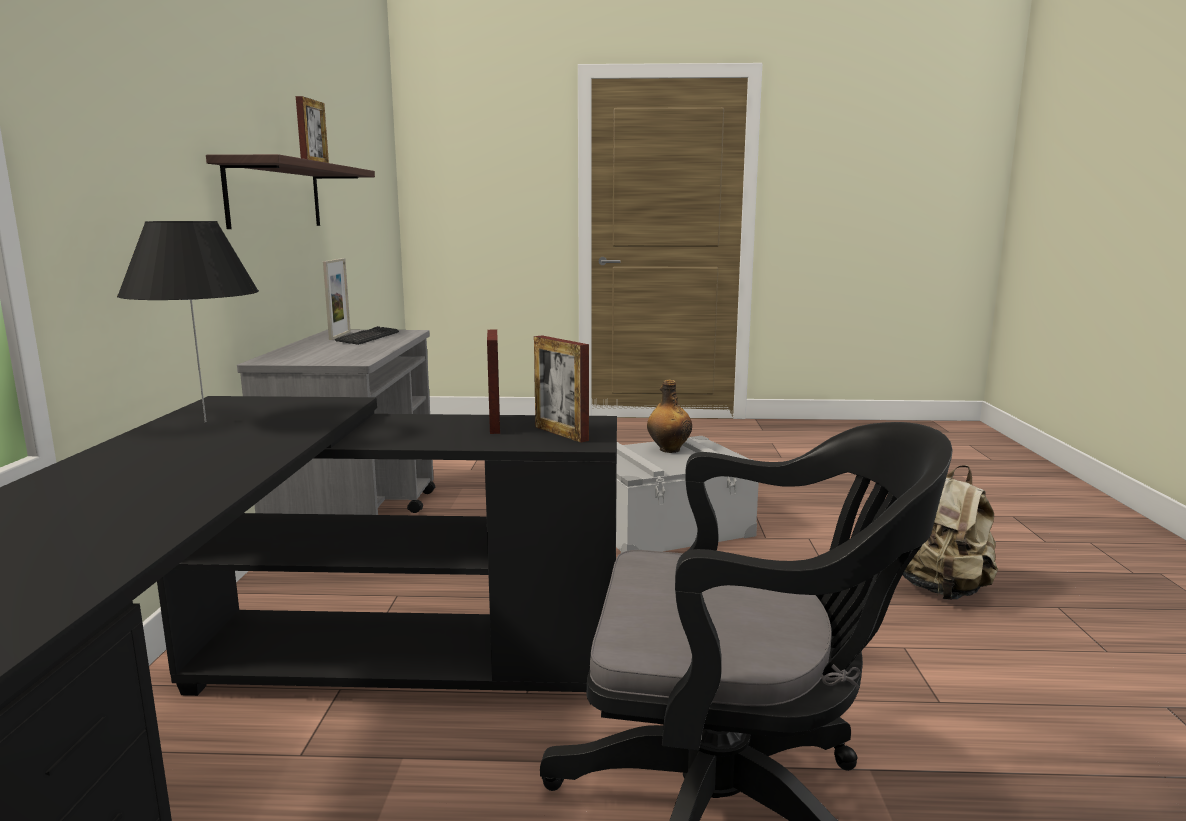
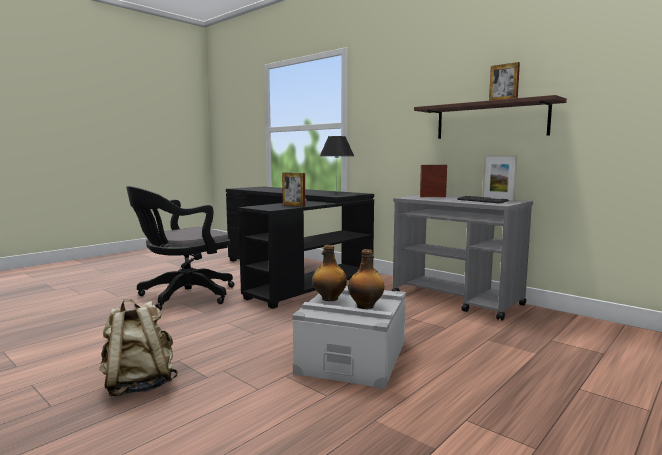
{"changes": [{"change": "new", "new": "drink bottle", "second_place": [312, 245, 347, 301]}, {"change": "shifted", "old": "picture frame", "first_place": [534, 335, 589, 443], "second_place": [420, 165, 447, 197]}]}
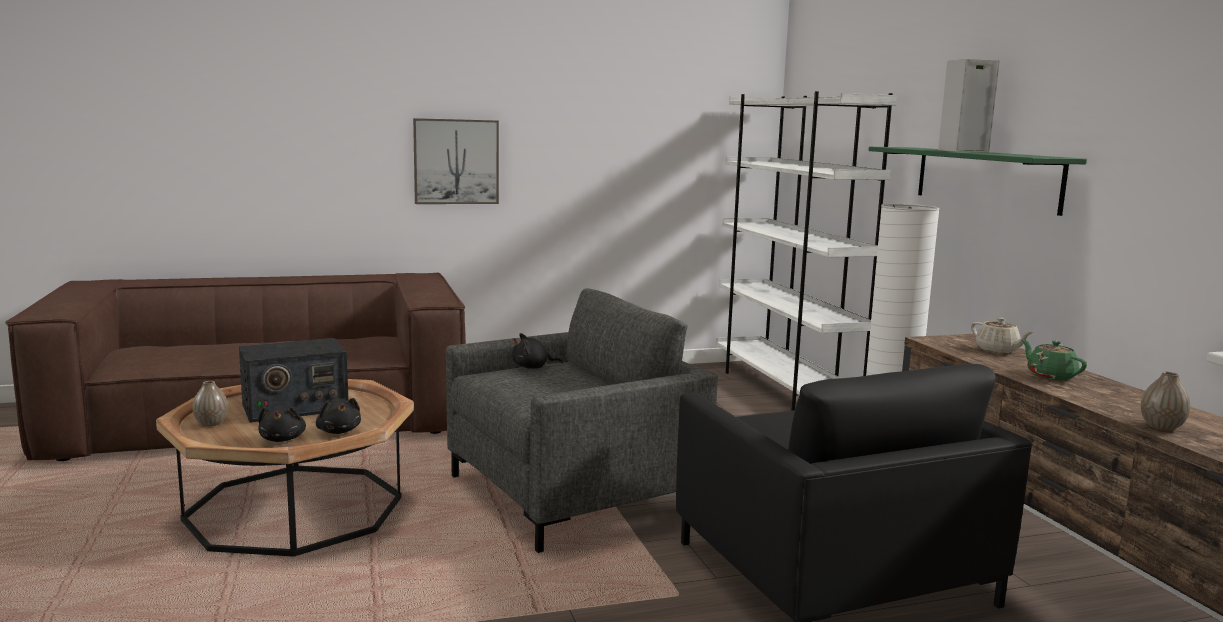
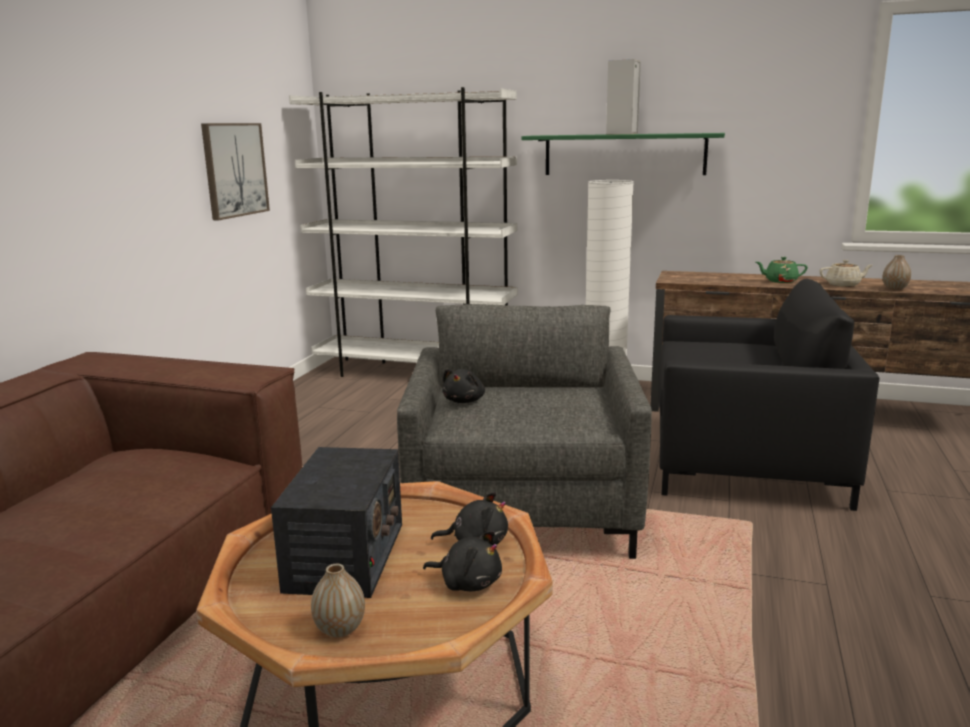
{"changes": [{"change": "shifted", "old": "picture", "first_place": [413, 118, 499, 204], "second_place": [201, 123, 270, 220]}, {"change": "shifted", "old": "pot for tea/beige", "first_place": [971, 317, 1034, 353], "second_place": [820, 260, 873, 287]}]}
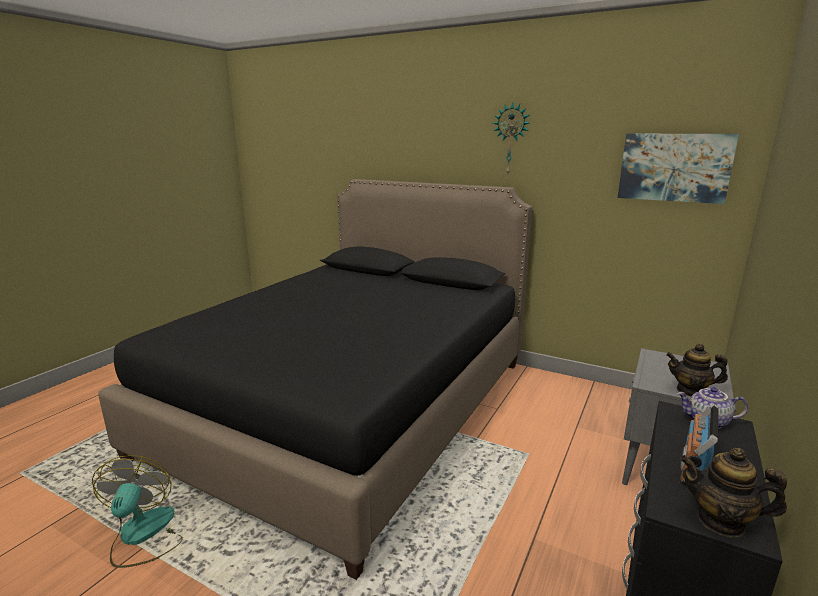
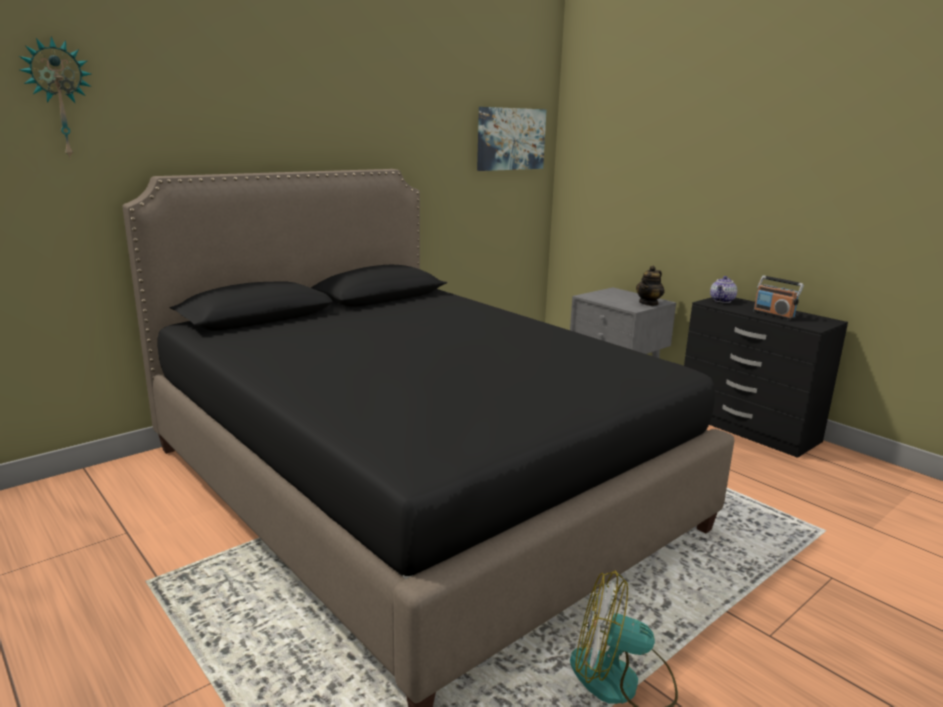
{"changes": [{"change": "gone", "old": "pot for tea", "first_place": [680, 448, 787, 537]}, {"change": "shifted", "old": "hanging clock", "first_place": [493, 102, 529, 173], "second_place": [19, 36, 91, 160]}]}
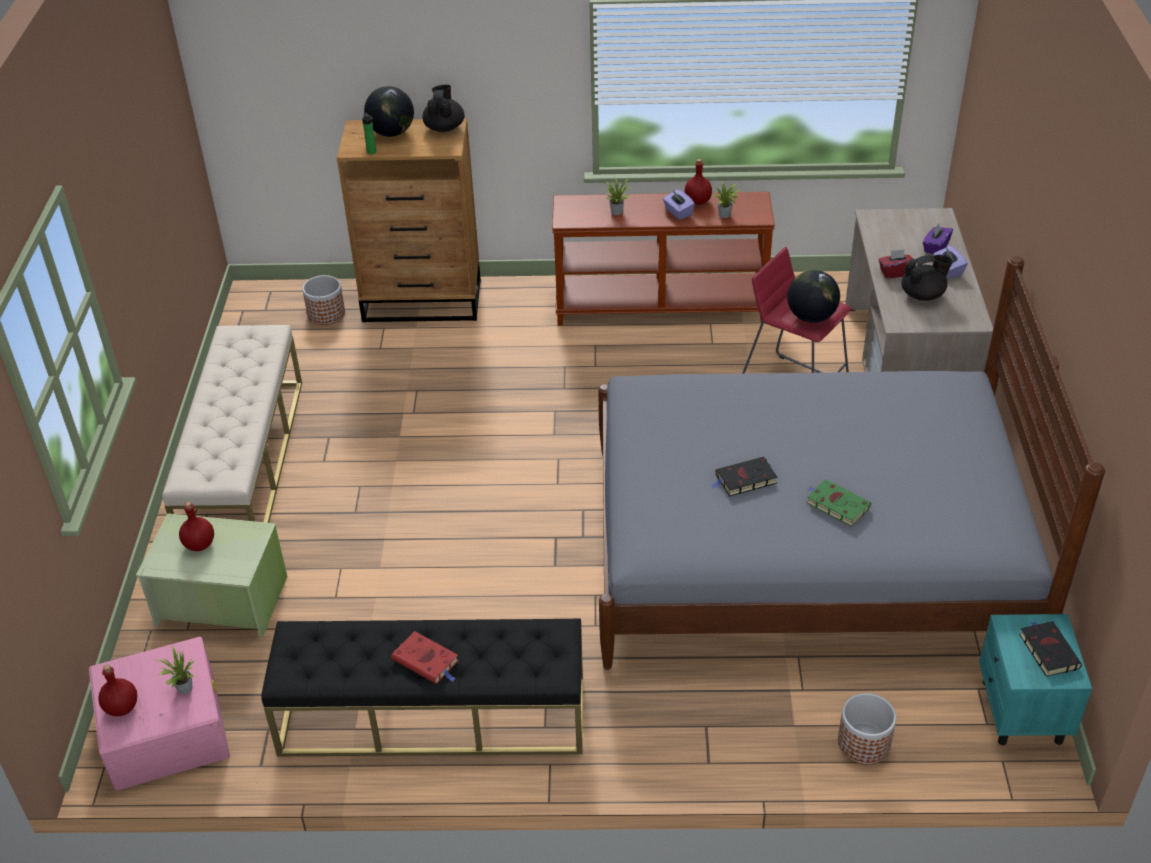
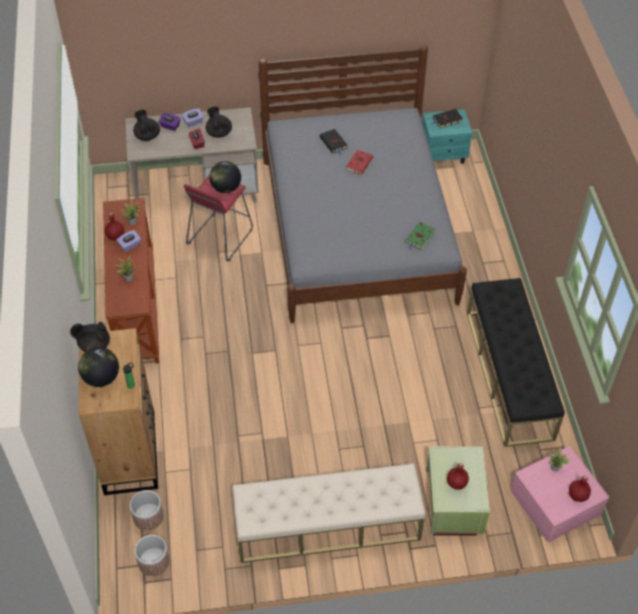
{"changes": [{"change": "new", "new": "pot for tea/black-coloured", "second_place": [133, 110, 160, 141]}, {"change": "shifted", "old": "book/red-coloured", "first_place": [391, 631, 459, 684], "second_place": [346, 150, 373, 175]}, {"change": "shifted", "old": "book/black-coloured", "first_place": [711, 457, 778, 496], "second_place": [319, 129, 347, 155]}, {"change": "shifted", "old": "book/green-coloured", "first_place": [807, 479, 871, 527], "second_place": [405, 222, 435, 250]}, {"change": "shifted", "old": "flower pot", "first_place": [838, 693, 896, 765], "second_place": [135, 535, 169, 576]}]}
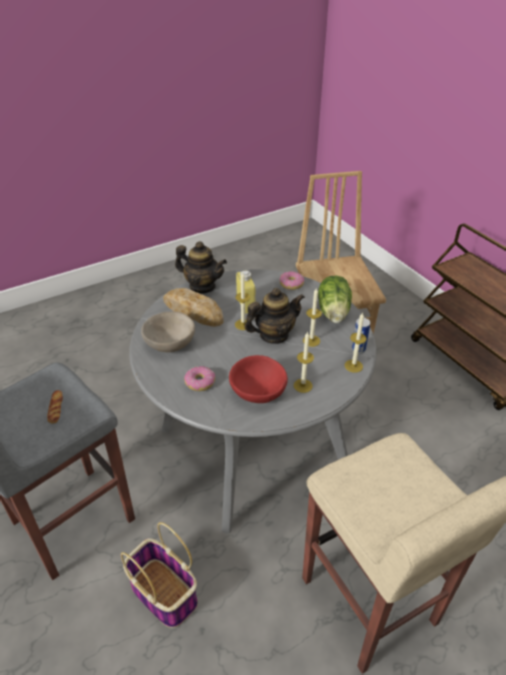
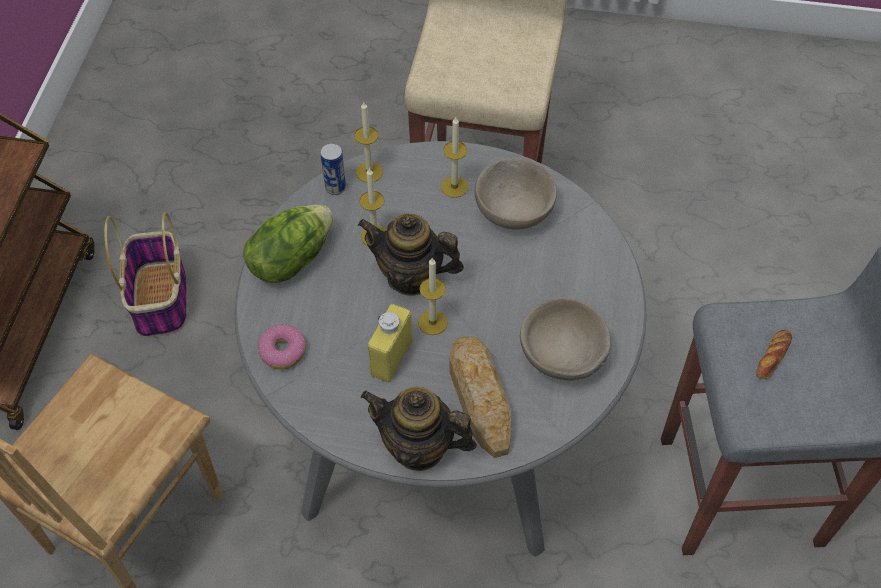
{"changes": [{"change": "gone", "old": "donut", "first_place": [184, 366, 215, 391]}, {"change": "shifted", "old": "household basket", "first_place": [121, 522, 198, 628], "second_place": [104, 212, 187, 338]}, {"change": "repainted", "old": "bowl/red-coloured", "new": "bowl/beige", "first_place": [229, 355, 288, 403], "second_place": [475, 158, 557, 230]}, {"change": "rotated", "old": "pot for tea", "first_place": [175, 241, 227, 293], "second_place": [361, 387, 477, 471], "degrees": -45}]}
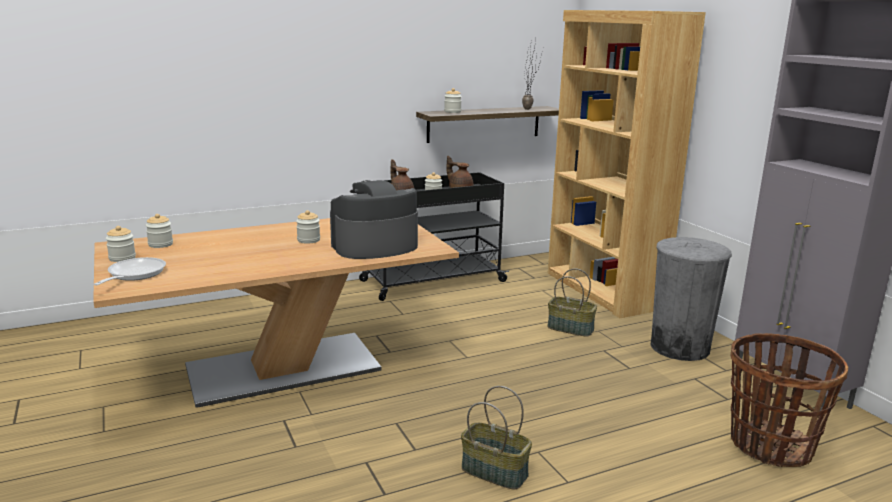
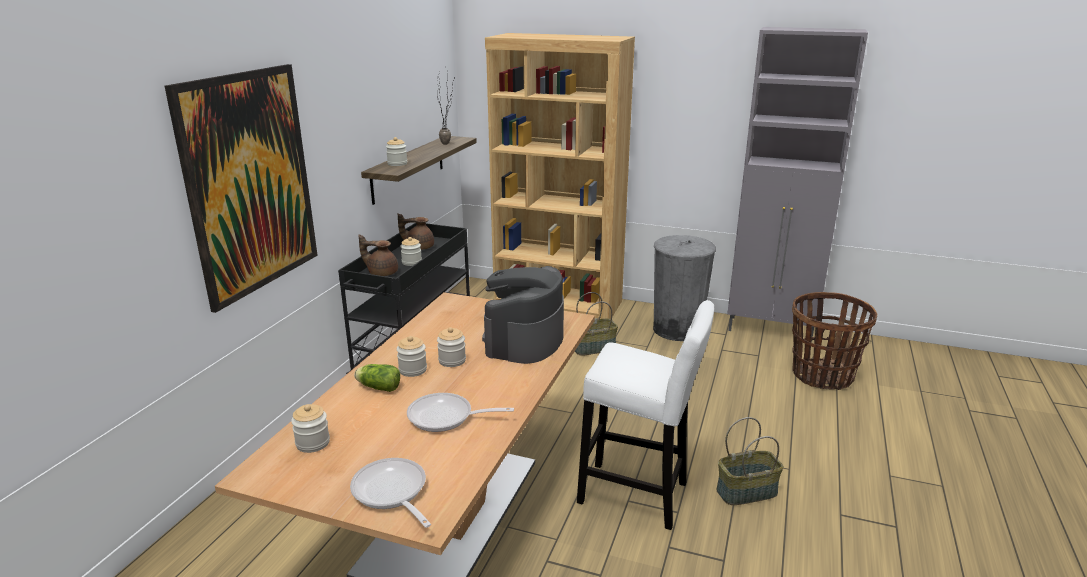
{"changes": [{"change": "new", "new": "picture", "second_place": [165, 64, 318, 313]}, {"change": "new", "new": "lettuce head", "second_place": [354, 364, 400, 392]}, {"change": "new", "new": "pan", "second_place": [407, 393, 514, 432]}, {"change": "new", "new": "sitting stool/white", "second_place": [577, 300, 714, 530]}, {"change": "shifted", "old": "preserve jar", "first_place": [106, 226, 136, 262], "second_place": [397, 336, 427, 377]}]}
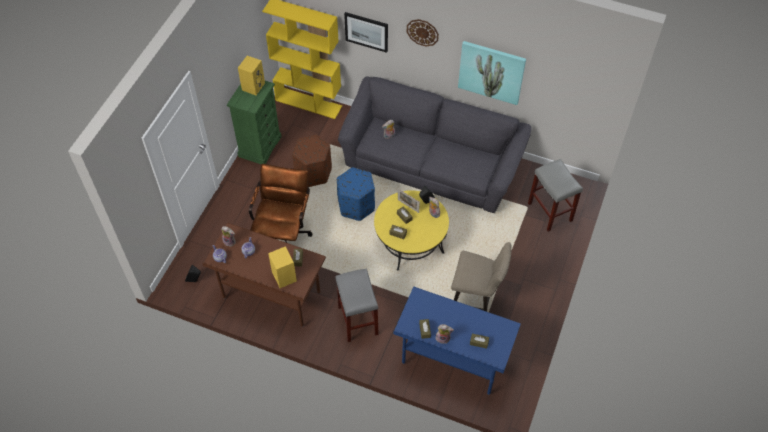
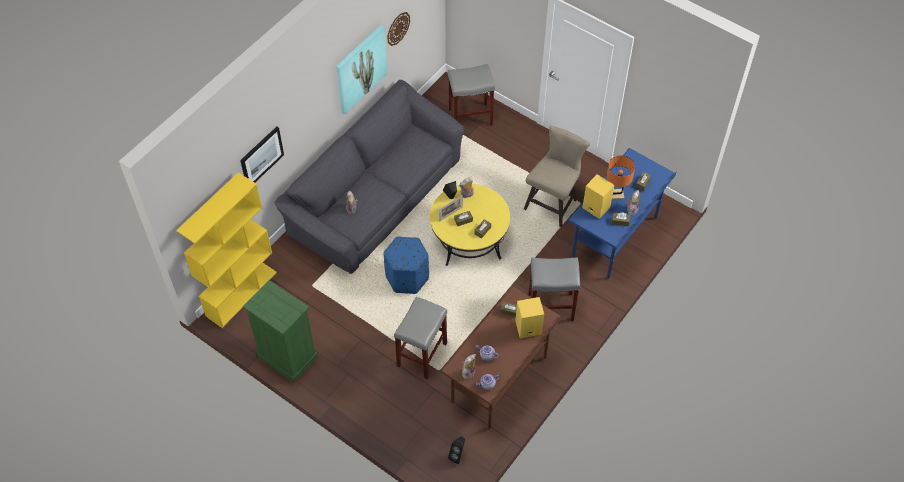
{"changes": [{"change": "gone", "old": "ottoman/brown-coloured", "first_place": [292, 135, 332, 187]}, {"change": "new", "new": "tabletop lamp/orange", "second_place": [607, 156, 635, 200]}, {"change": "shifted", "old": "loudspeaker/yellow", "first_place": [238, 56, 265, 95], "second_place": [582, 174, 614, 219]}, {"change": "shifted", "old": "hanging clock", "first_place": [407, 19, 439, 46], "second_place": [387, 12, 410, 46]}, {"change": "swapped", "old": "computer chair/brown-coloured", "new": "sitting stool/gray", "first_place": [249, 164, 313, 243], "second_place": [394, 297, 447, 379]}]}
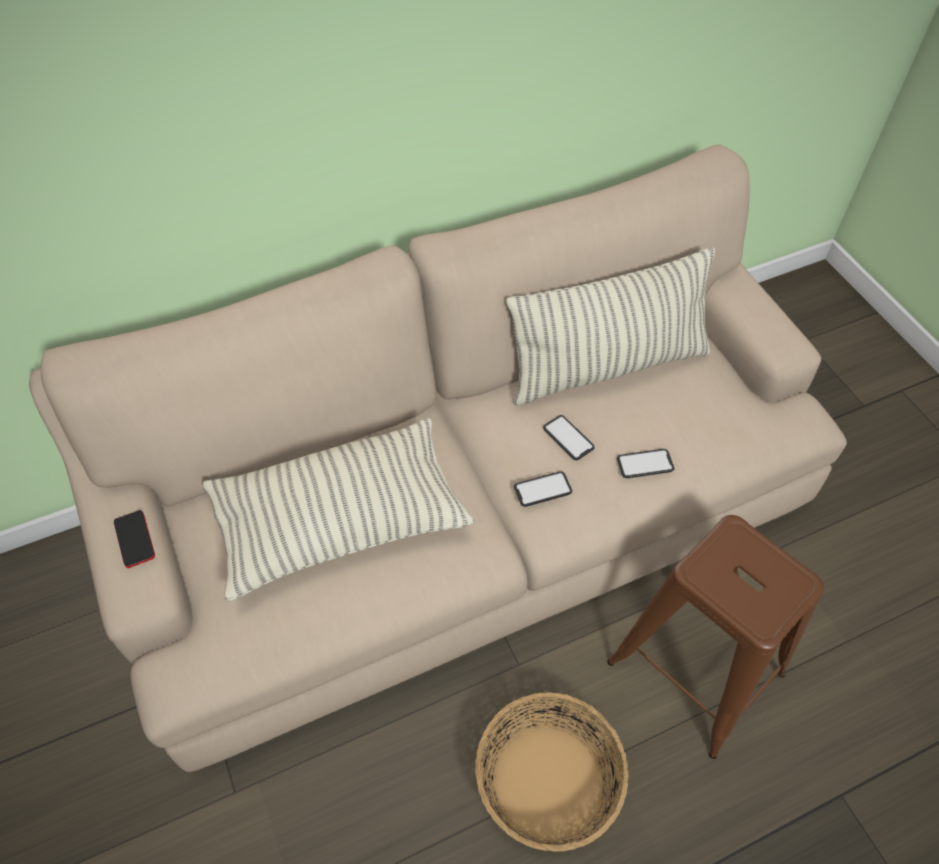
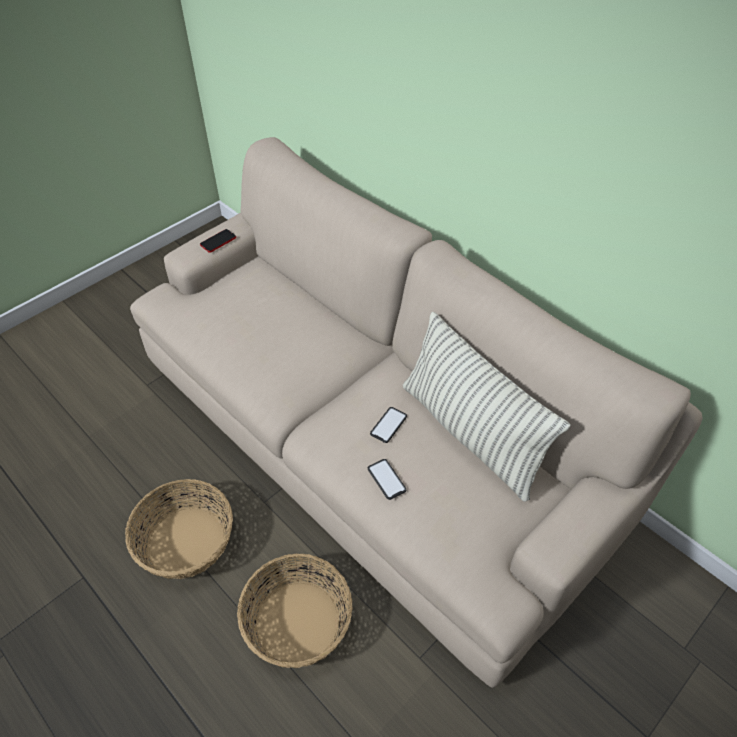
{"changes": [{"change": "gone", "old": "pillow", "first_place": [203, 418, 474, 602]}, {"change": "gone", "old": "phone", "first_place": [514, 471, 572, 507]}, {"change": "swapped", "old": "sitting stool/brown-coloured", "new": "household basket", "first_place": [607, 515, 824, 759], "second_place": [237, 554, 353, 668]}]}
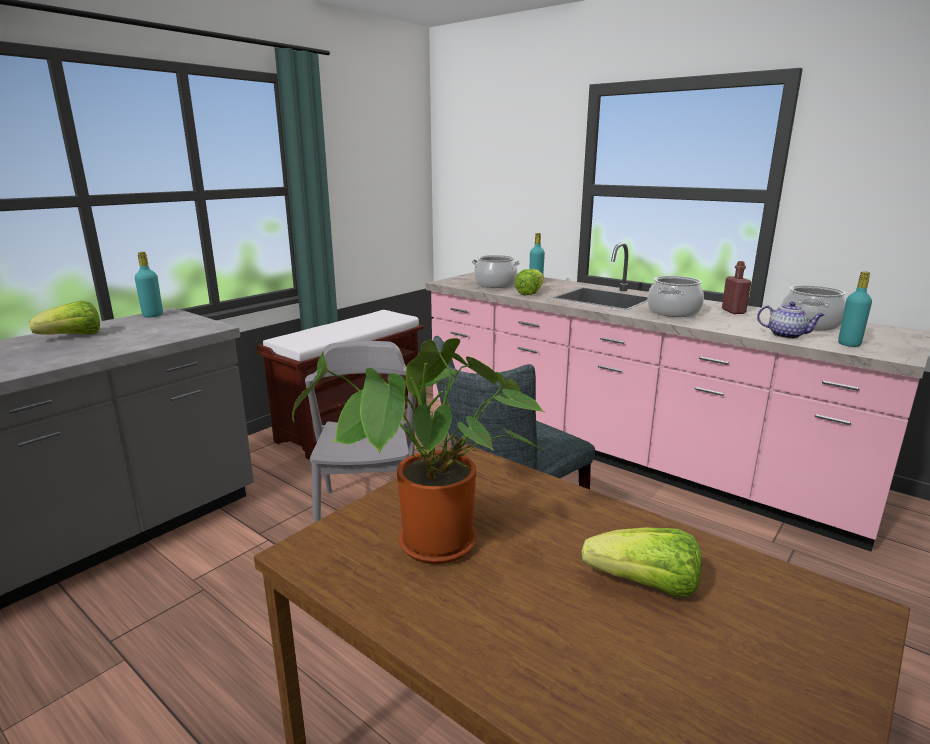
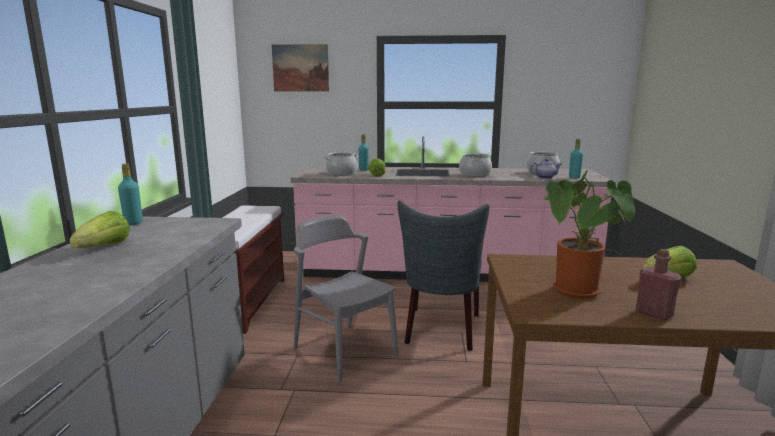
{"changes": [{"change": "new", "new": "picture", "second_place": [272, 44, 329, 92]}, {"change": "shifted", "old": "drink bottle/red-coloured", "first_place": [722, 261, 751, 314], "second_place": [636, 249, 681, 320]}]}
